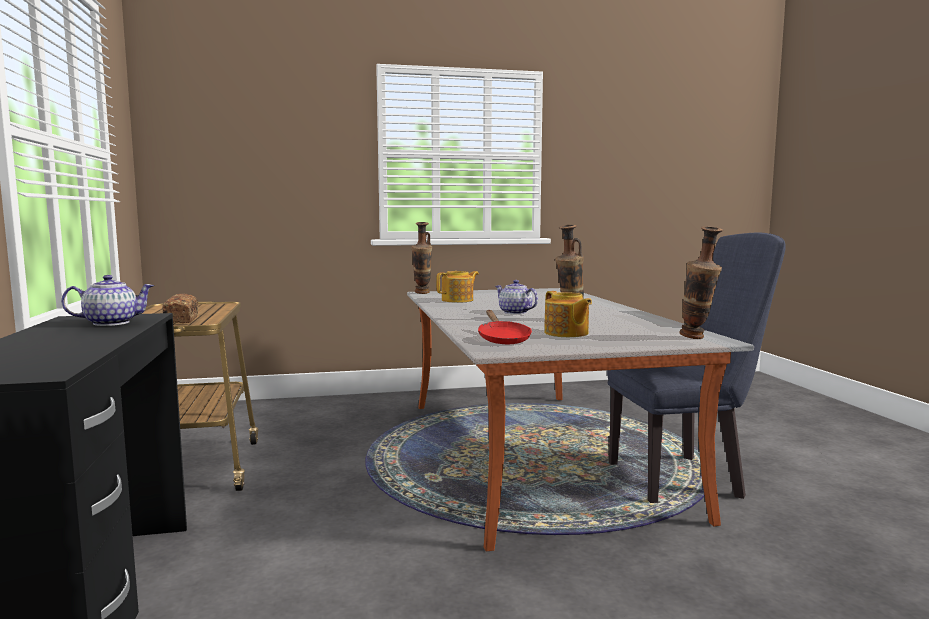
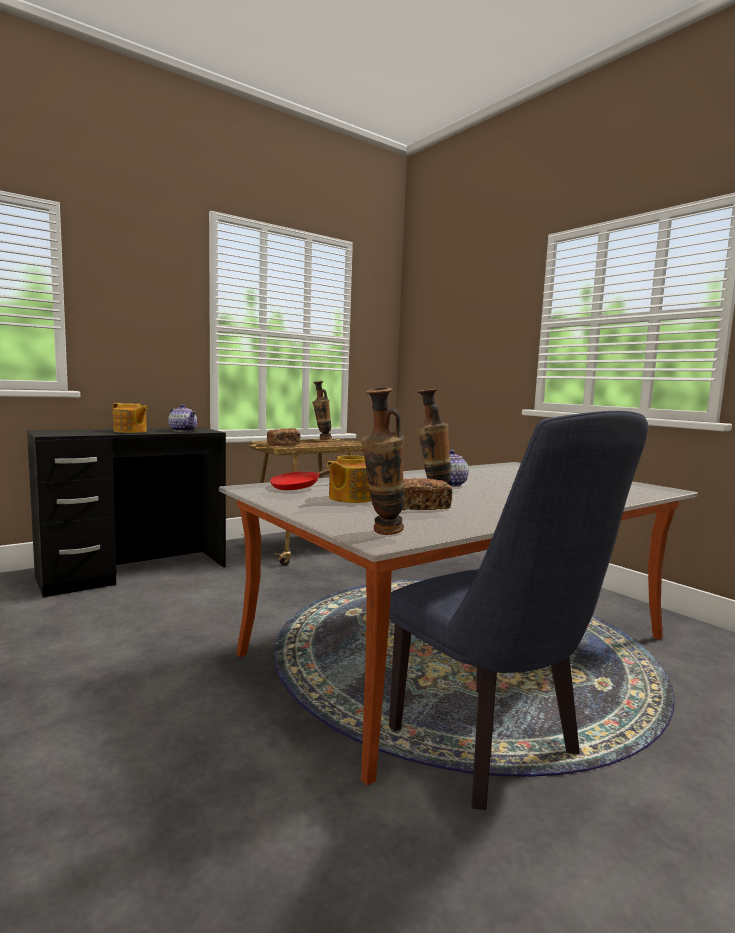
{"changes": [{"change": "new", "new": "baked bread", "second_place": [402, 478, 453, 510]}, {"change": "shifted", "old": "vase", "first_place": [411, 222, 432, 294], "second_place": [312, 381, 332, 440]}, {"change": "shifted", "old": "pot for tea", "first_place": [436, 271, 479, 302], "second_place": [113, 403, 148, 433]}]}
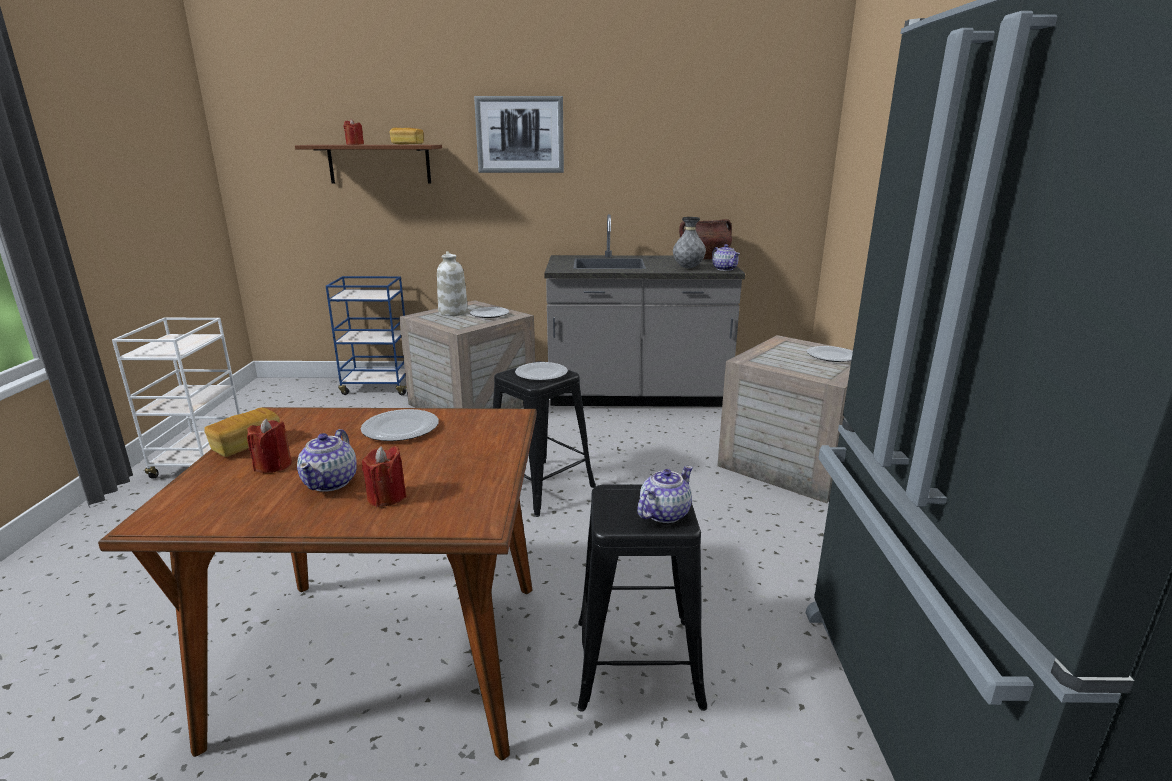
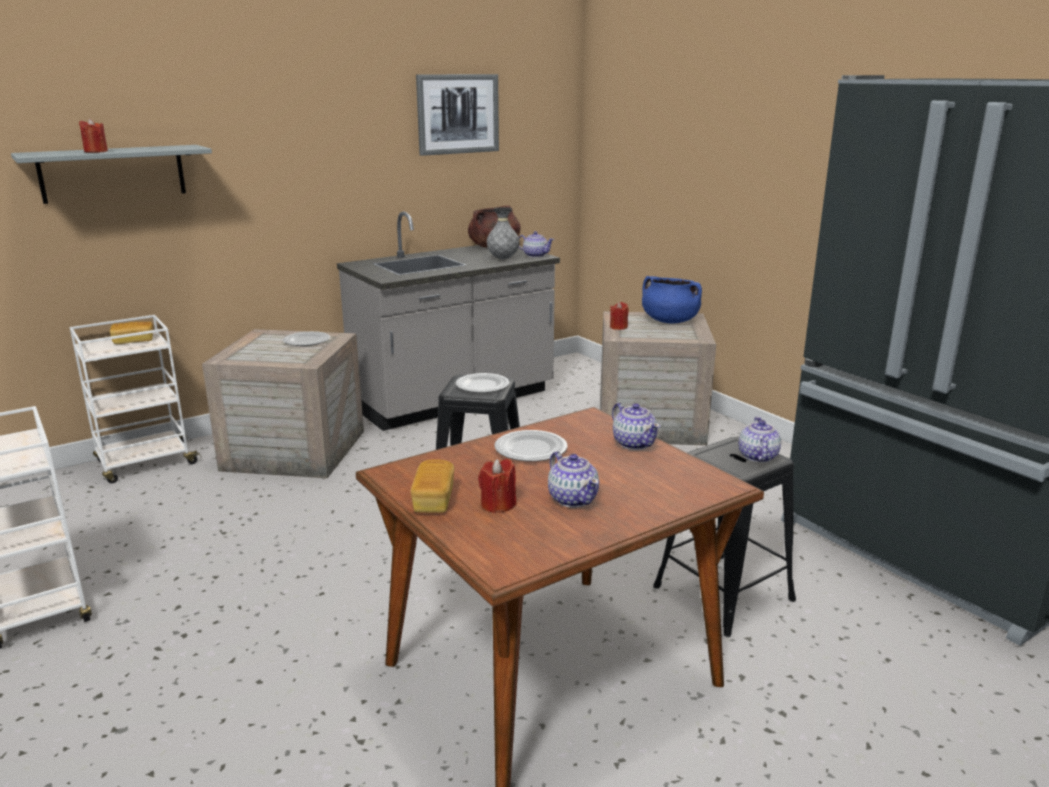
{"changes": [{"change": "gone", "old": "vase/white", "first_place": [437, 251, 468, 316]}, {"change": "new", "new": "pot for tea", "second_place": [612, 403, 660, 450]}, {"change": "shifted", "old": "candle/red-coloured", "first_place": [362, 446, 407, 507], "second_place": [610, 302, 629, 330]}, {"change": "shifted", "old": "baked bread", "first_place": [389, 128, 424, 145], "second_place": [110, 322, 153, 344]}, {"change": "shifted", "old": "picture", "first_place": [474, 96, 564, 173], "second_place": [416, 74, 499, 156]}, {"change": "swapped", "old": "dinner plate", "new": "saucepot/bluish", "first_place": [807, 346, 853, 362], "second_place": [642, 276, 702, 323]}, {"change": "repainted", "old": "wall shelf/brown-coloured", "new": "wall shelf/gray", "first_place": [295, 145, 442, 184], "second_place": [11, 145, 212, 204]}, {"change": "repainted", "old": "cart/bluish", "new": "cart/white", "first_place": [326, 276, 407, 395], "second_place": [70, 315, 201, 483]}]}
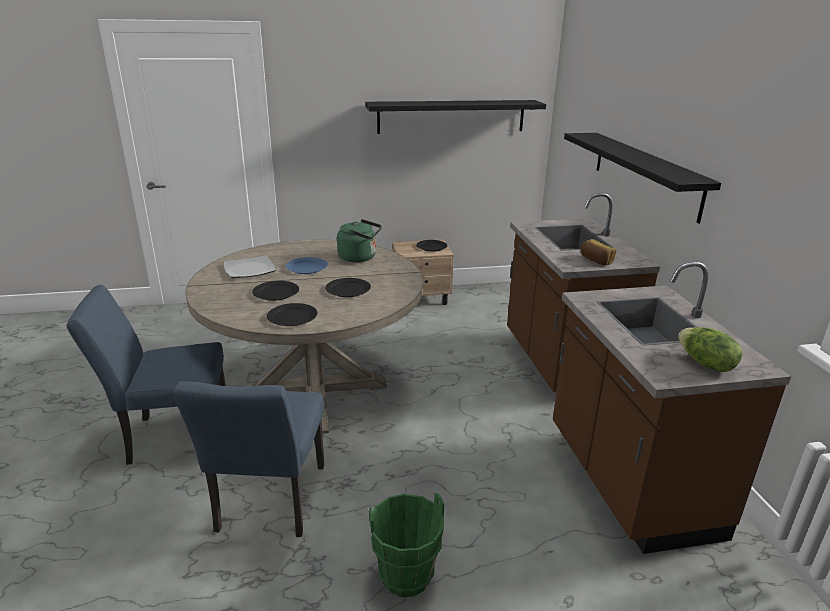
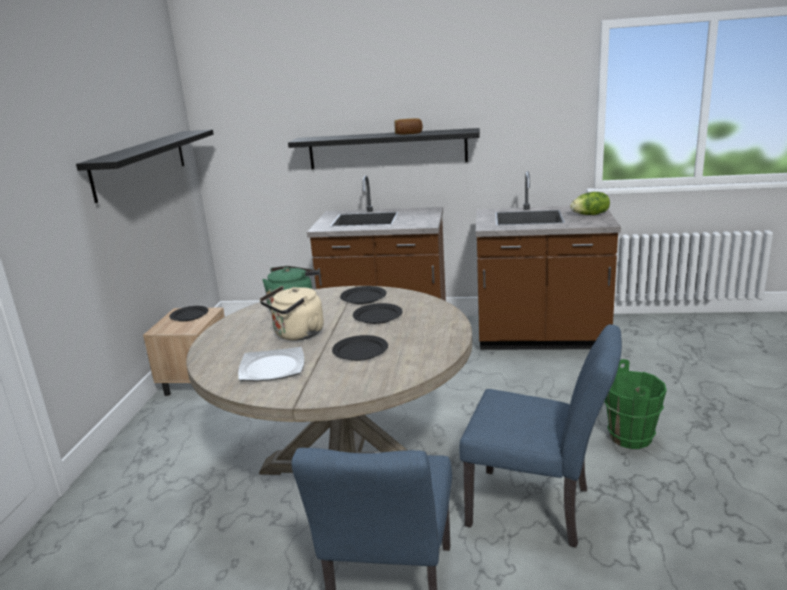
{"changes": [{"change": "shifted", "old": "dinner plate/black-coloured", "first_place": [267, 303, 317, 326], "second_place": [340, 286, 386, 304]}, {"change": "shifted", "old": "baked bread", "first_place": [581, 239, 617, 266], "second_place": [395, 118, 423, 134]}, {"change": "swapped", "old": "dinner plate/bluish", "new": "kettle/beige", "first_place": [285, 257, 328, 274], "second_place": [260, 286, 324, 341]}]}
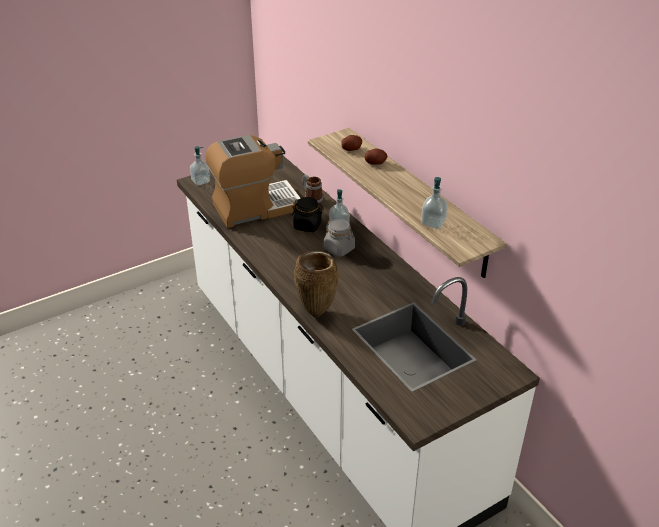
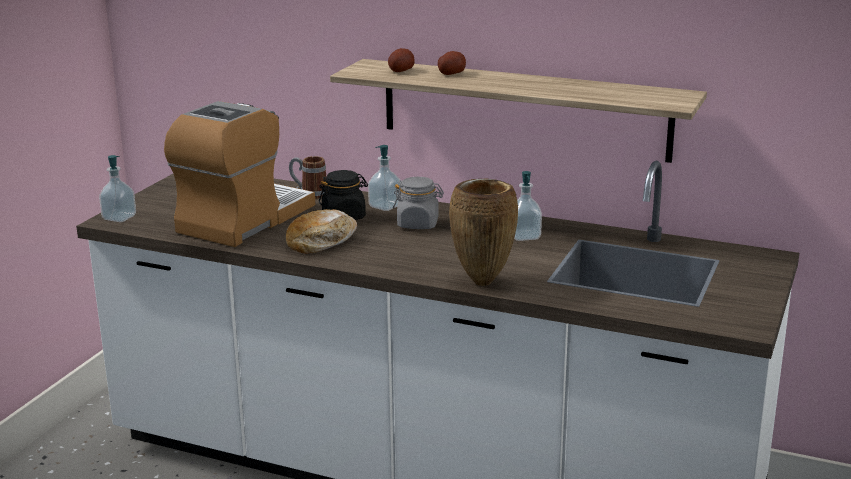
{"changes": [{"change": "new", "new": "baked bread", "second_place": [286, 209, 357, 254]}, {"change": "shifted", "old": "soap dispenser", "first_place": [421, 177, 448, 229], "second_place": [514, 171, 542, 241]}]}
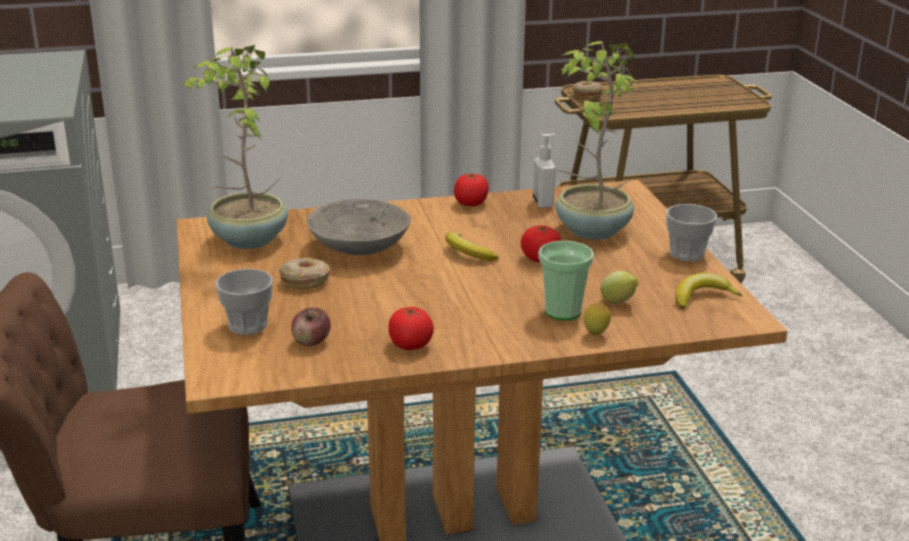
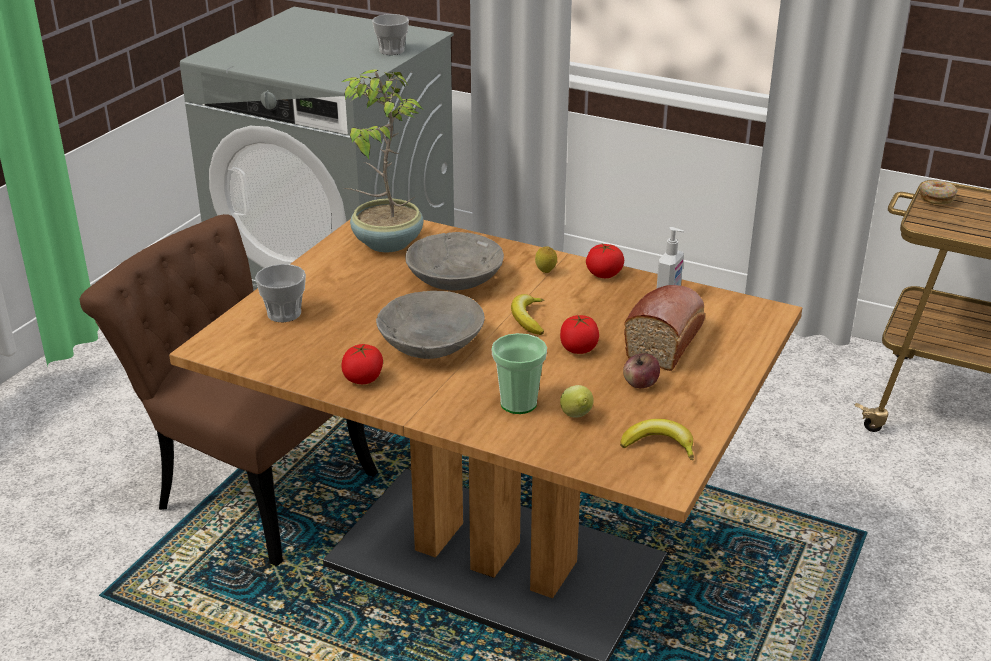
{"changes": [{"change": "gone", "old": "donut", "first_place": [279, 258, 330, 289]}, {"change": "new", "new": "bowl/gray", "second_place": [376, 291, 485, 359]}, {"change": "shifted", "old": "apple", "first_place": [291, 307, 331, 346], "second_place": [623, 353, 660, 388]}, {"change": "shifted", "old": "lemon", "first_place": [584, 303, 611, 335], "second_place": [535, 247, 557, 273]}, {"change": "shifted", "old": "cup", "first_place": [666, 204, 717, 262], "second_place": [372, 14, 409, 55]}, {"change": "swapped", "old": "potted plant", "new": "baked bread", "first_place": [555, 41, 641, 240], "second_place": [624, 285, 705, 371]}]}
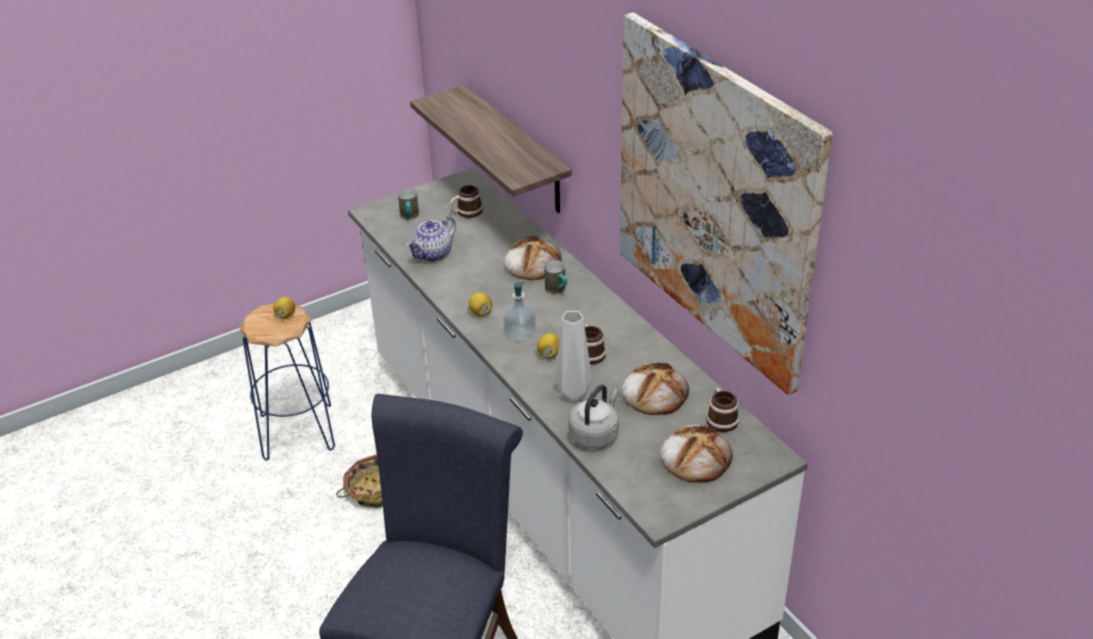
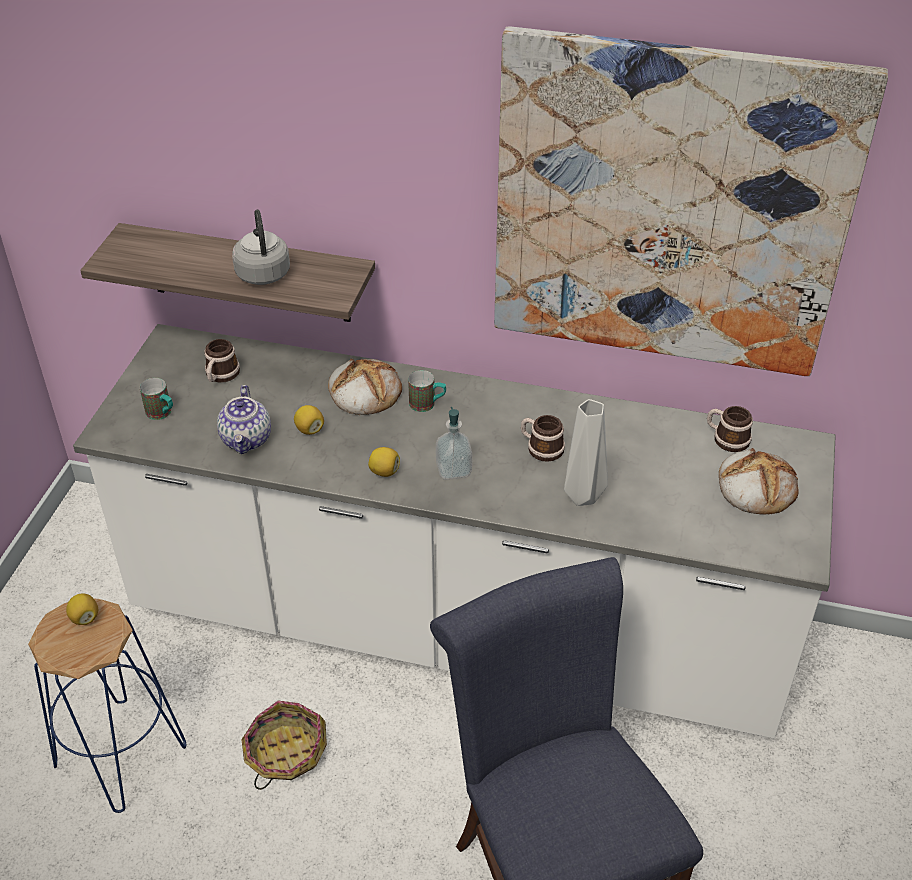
{"changes": [{"change": "gone", "old": "baked bread", "first_place": [621, 362, 689, 415]}, {"change": "shifted", "old": "lemon", "first_place": [537, 333, 560, 358], "second_place": [294, 405, 324, 435]}, {"change": "shifted", "old": "kettle/gray", "first_place": [568, 385, 619, 449], "second_place": [232, 210, 290, 285]}]}
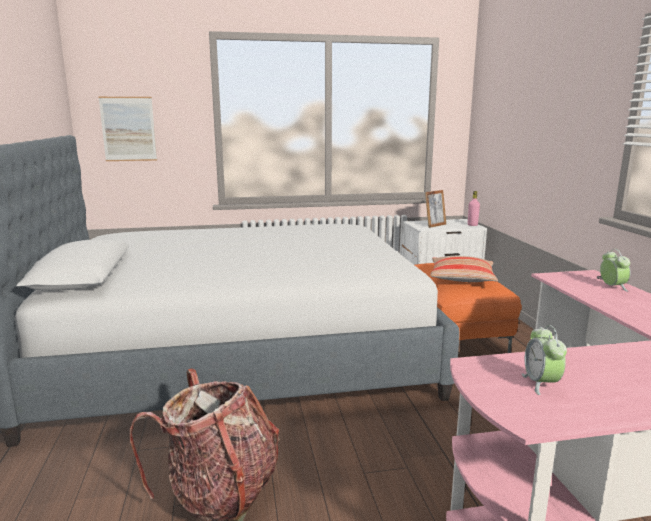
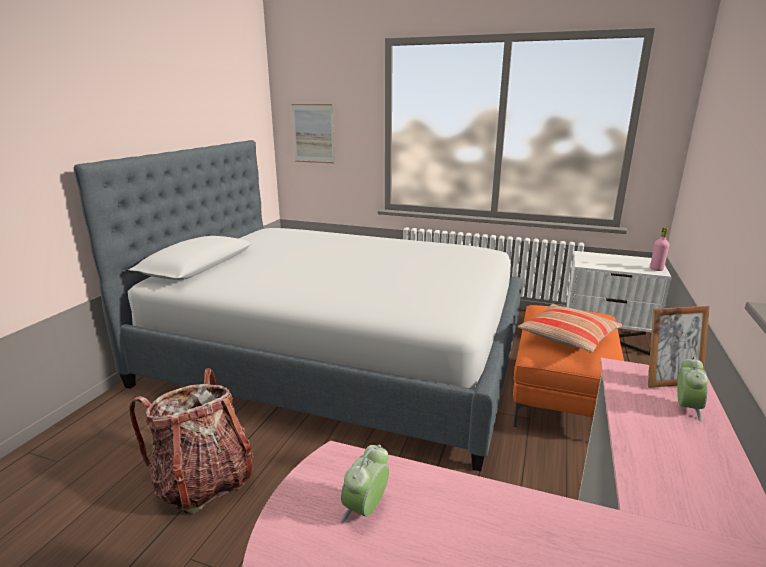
{"changes": [{"change": "shifted", "old": "picture frame", "first_place": [425, 190, 446, 228], "second_place": [648, 306, 710, 388]}]}
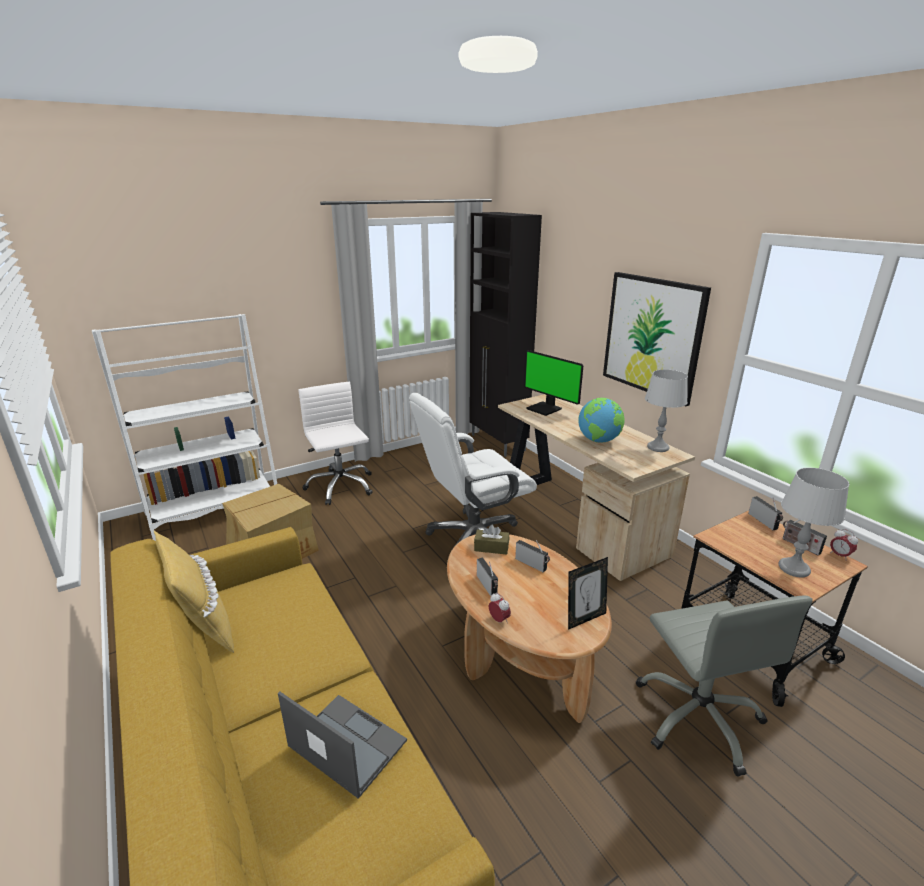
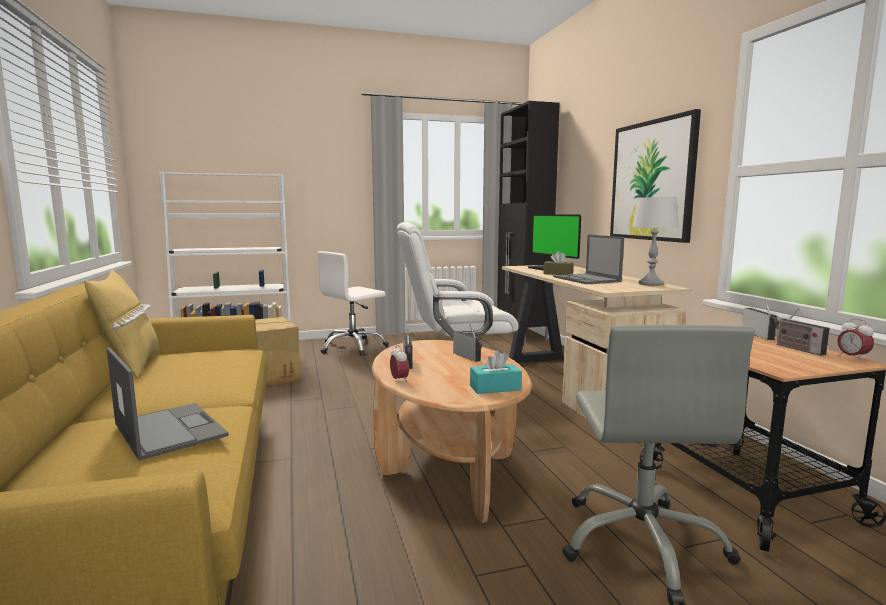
{"changes": [{"change": "gone", "old": "tabletop lamp/gray", "first_place": [779, 468, 849, 578]}, {"change": "shifted", "old": "tissue holder/brown-coloured", "first_place": [474, 525, 509, 554], "second_place": [543, 251, 574, 275]}, {"change": "swapped", "old": "picture frame", "new": "tissue holder/turquoise", "first_place": [568, 557, 608, 630], "second_place": [470, 350, 522, 394]}, {"change": "swapped", "old": "desk globe", "new": "notebook computer", "first_place": [578, 398, 625, 443], "second_place": [553, 235, 624, 284]}, {"change": "rotated", "old": "computer chair/white", "first_place": [298, 382, 373, 505], "second_place": [317, 251, 389, 356], "degrees": -120}]}
